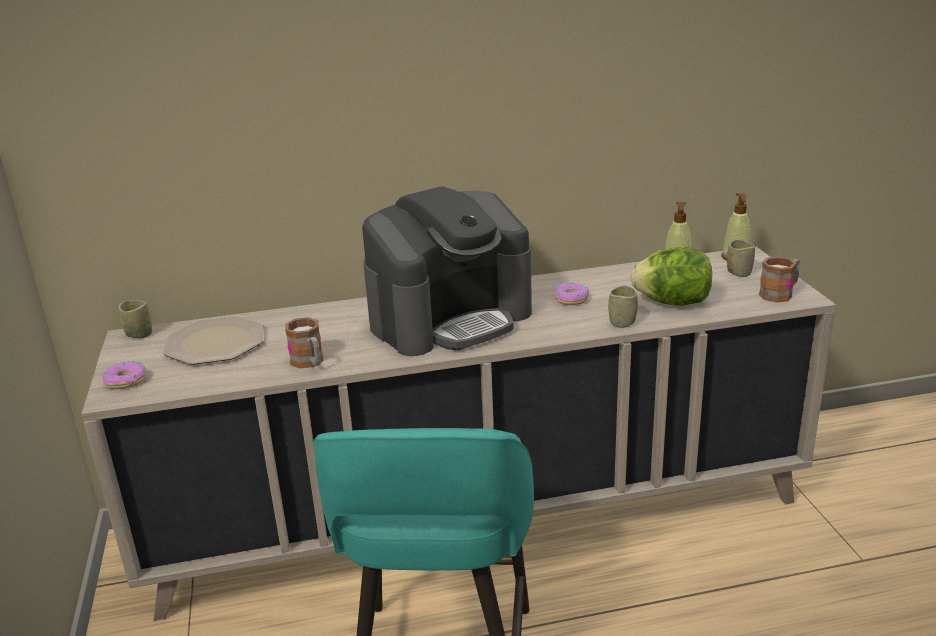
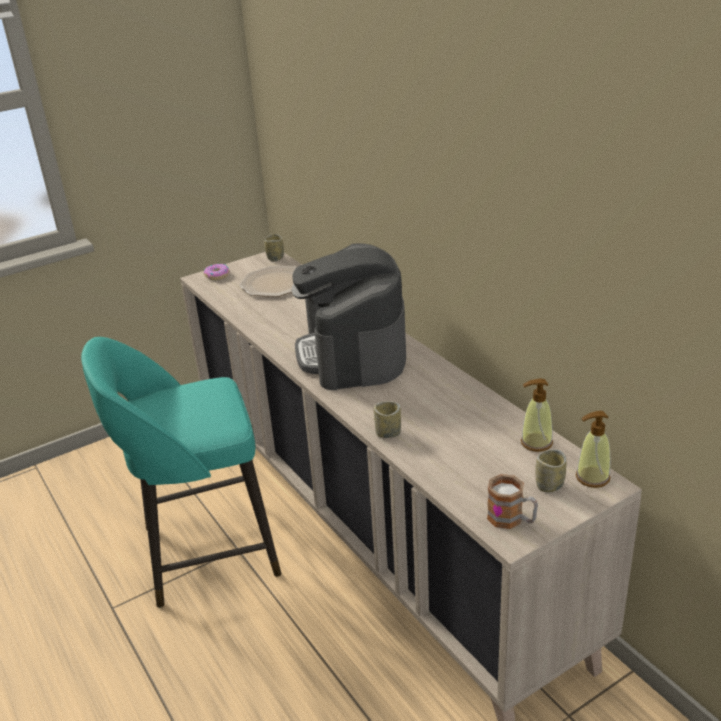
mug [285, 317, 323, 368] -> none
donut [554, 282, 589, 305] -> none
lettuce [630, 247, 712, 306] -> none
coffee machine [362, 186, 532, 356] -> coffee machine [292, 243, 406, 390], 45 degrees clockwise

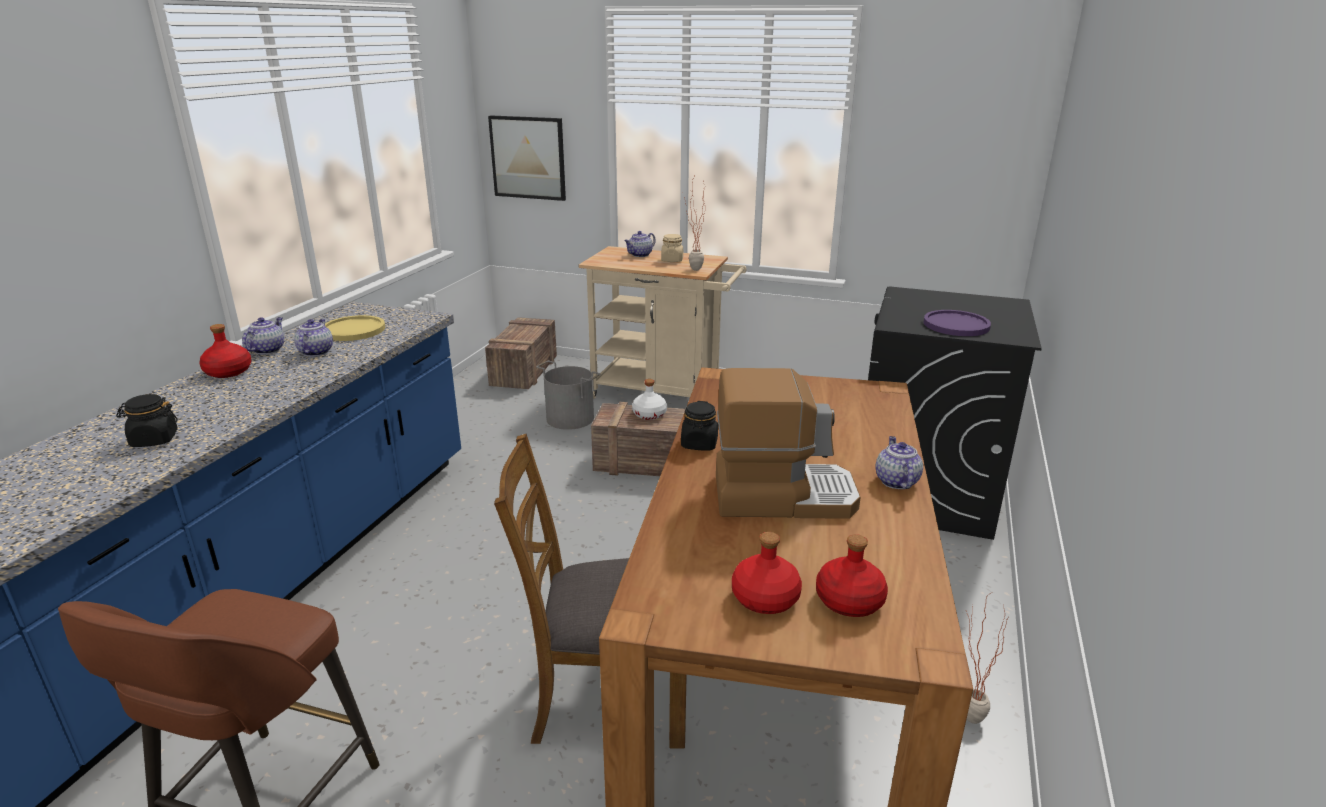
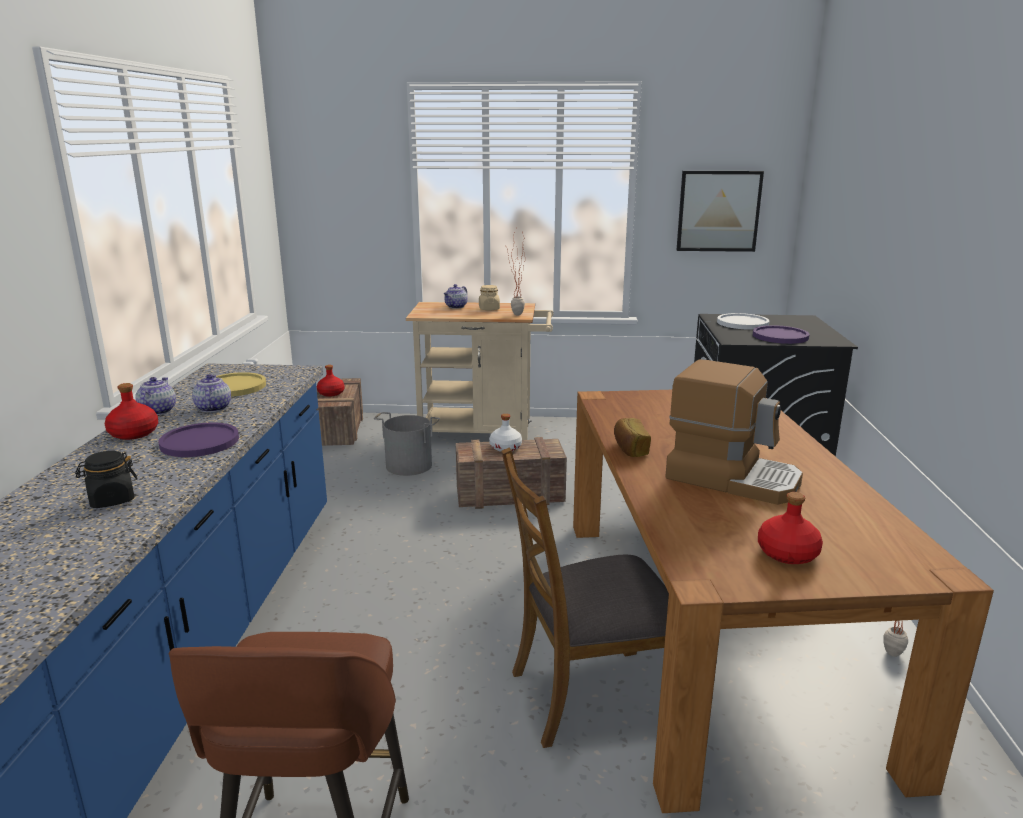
teapot [875, 436, 923, 489] -> none
none -> purple plate [159, 422, 239, 457]
none -> white plate [717, 313, 769, 330]
picture [488, 115, 566, 201] -> picture [677, 171, 764, 252], relocated
red bottle [816, 534, 888, 617] -> red bottle [317, 365, 345, 397], relocated
black jar [681, 401, 718, 450] -> bread [614, 418, 651, 457]
coffee machine [716, 368, 861, 519] -> coffee machine [665, 359, 803, 505], 45 degrees clockwise

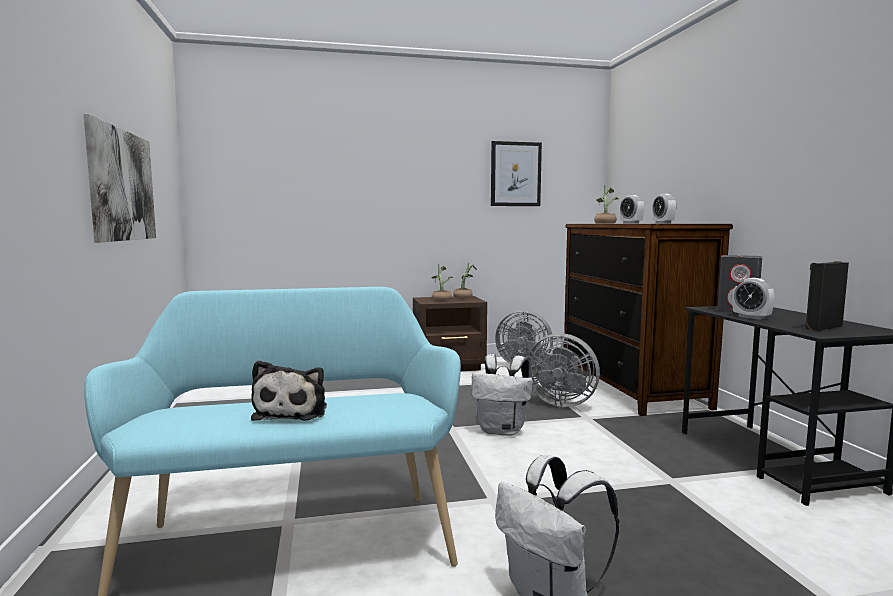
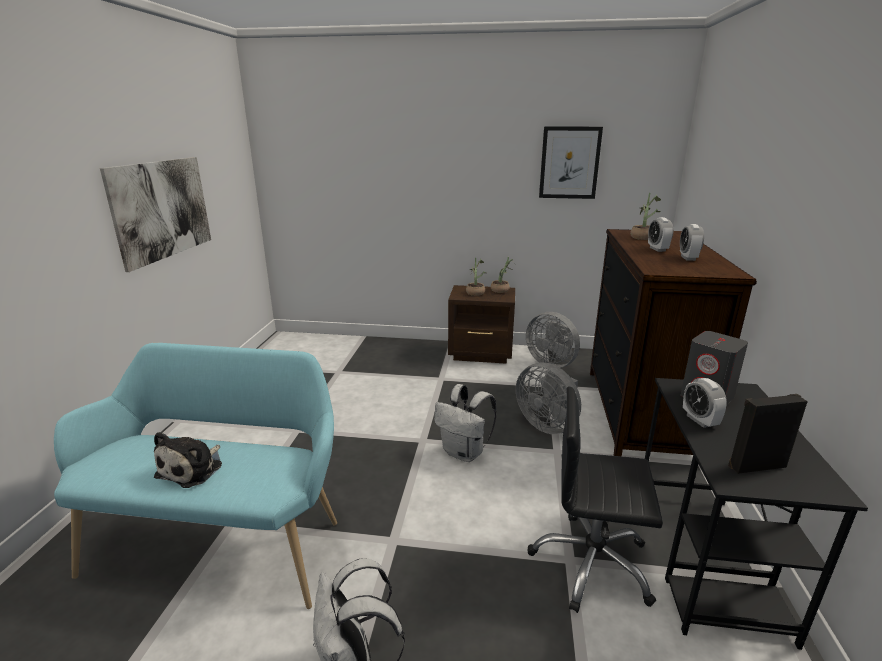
none -> black office chair [527, 386, 663, 613]

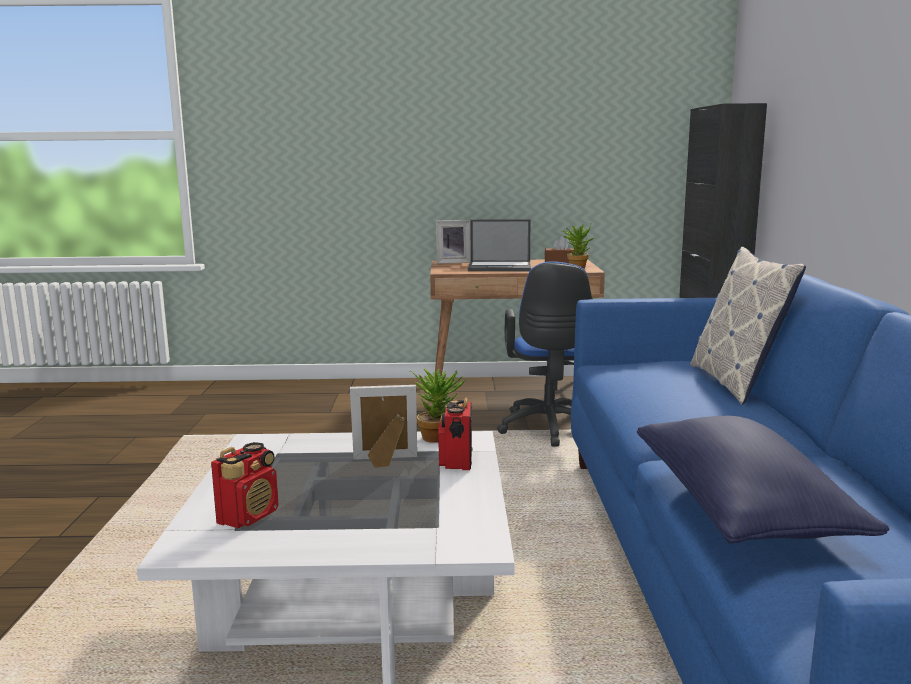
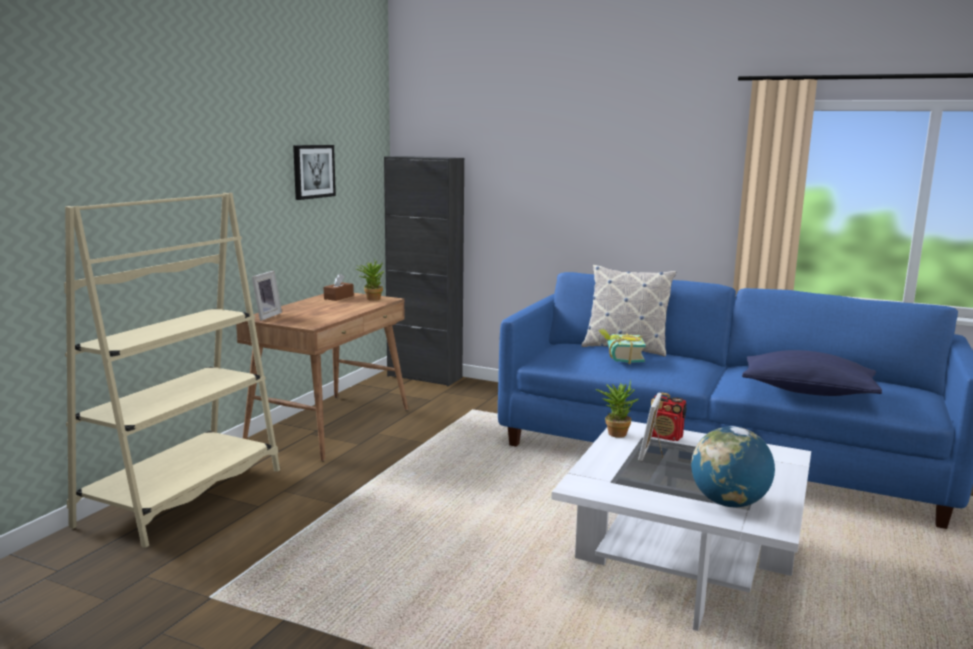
laptop [468, 219, 531, 271] -> none
blue office chair [497, 261, 592, 447] -> none
none -> beige bookcase [64, 193, 280, 548]
none -> picture [293, 145, 336, 200]
none -> book [599, 329, 646, 364]
radio [211, 442, 279, 529] -> globe [691, 426, 775, 507]

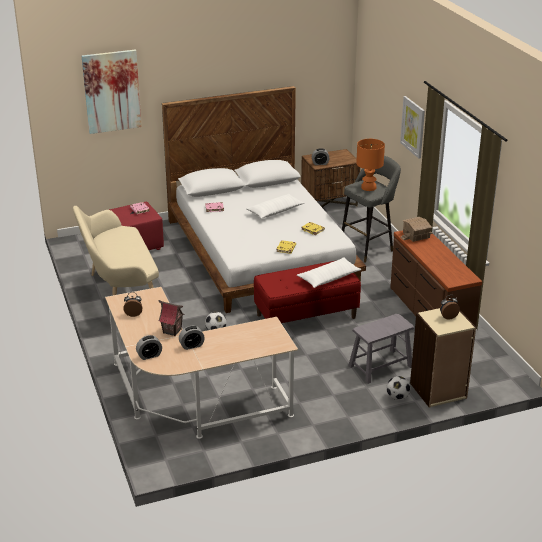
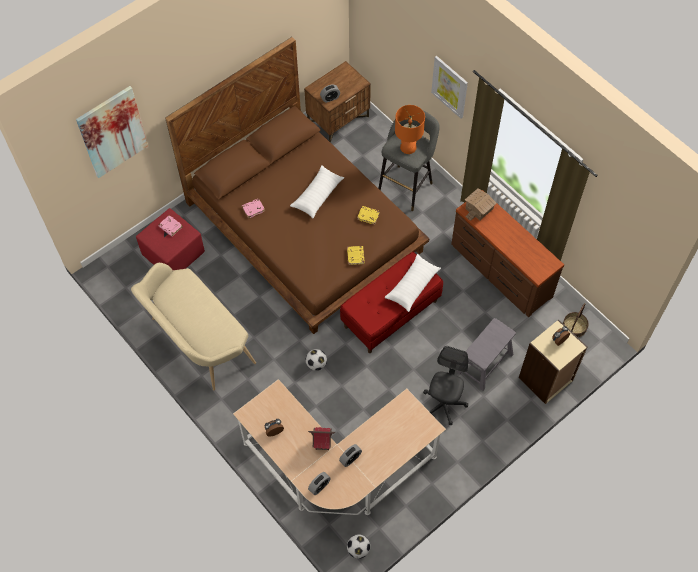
none -> grey office chair [423, 346, 468, 426]
none -> basket [563, 303, 588, 337]
football [387, 376, 410, 400] -> football [347, 534, 370, 559], relocated
white bed [162, 86, 366, 313] -> brown bed [165, 37, 430, 334]

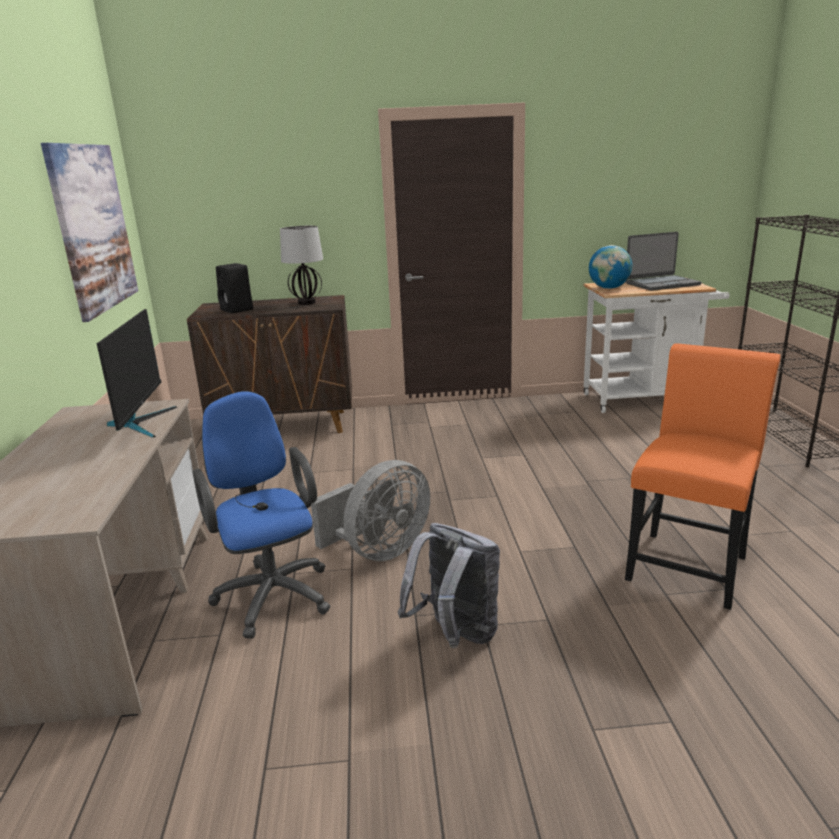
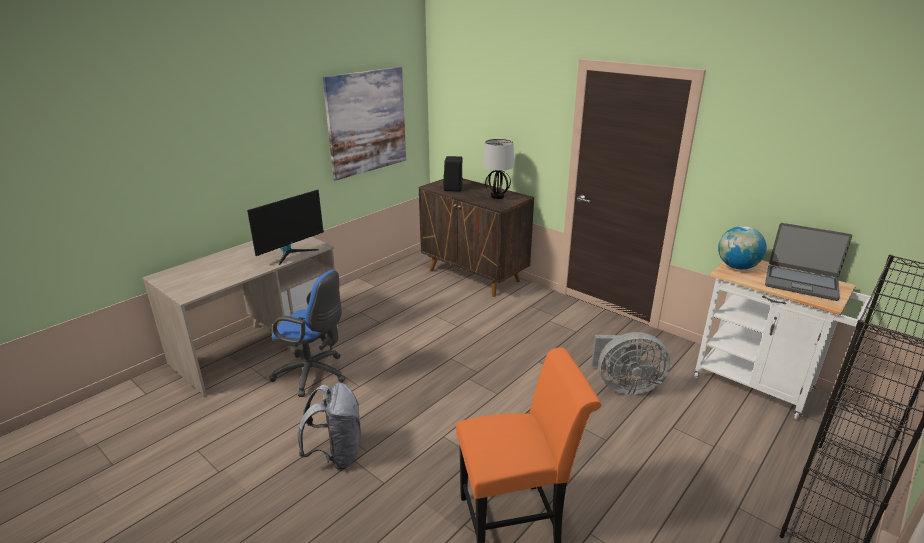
grey fan [311, 460, 430, 561] -> grey fan [591, 332, 671, 395], relocated
blue office chair [193, 391, 331, 639] -> blue office chair [269, 270, 346, 397], 90 degrees clockwise

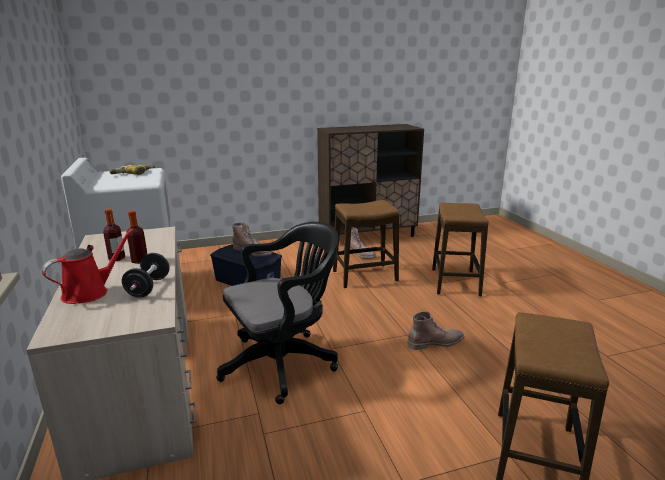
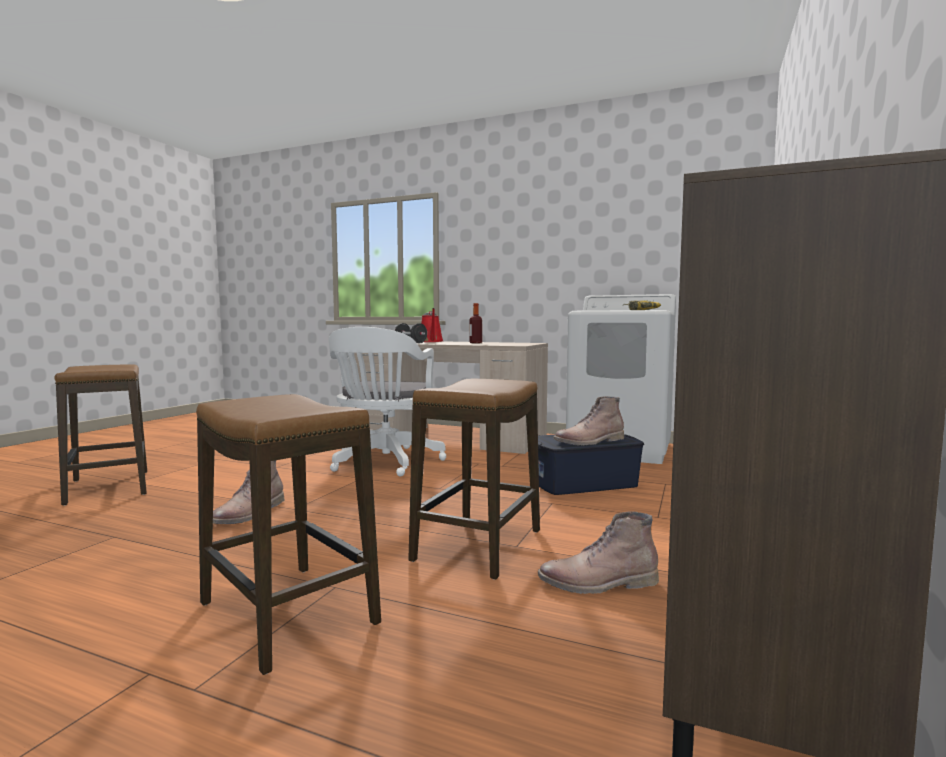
bottle [126, 210, 147, 264] -> none
black office chair [216, 222, 339, 404] -> white office chair [329, 327, 447, 476]

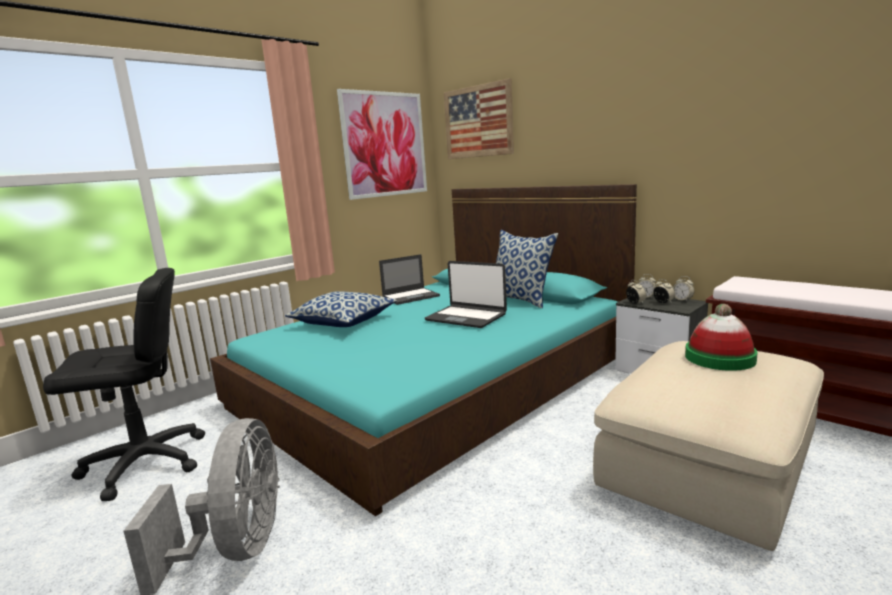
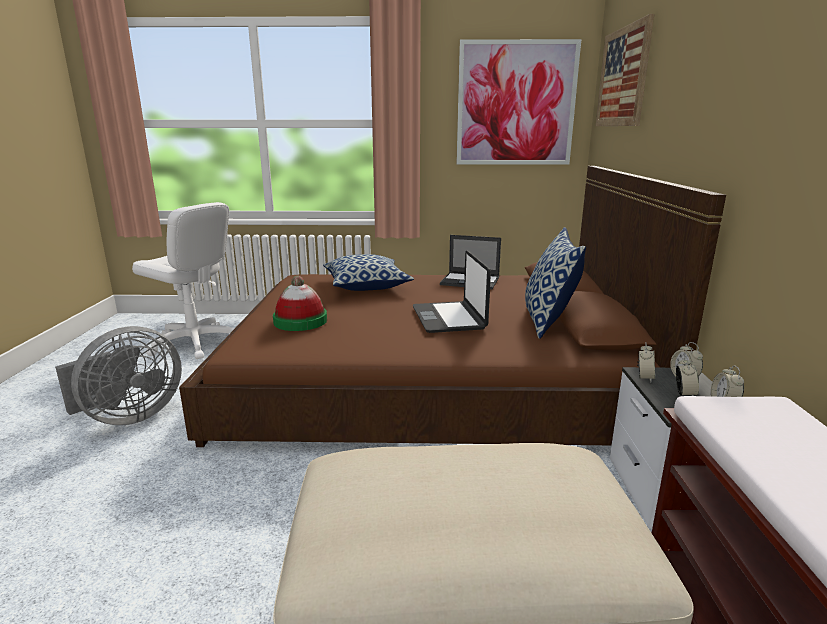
hat [685, 304, 758, 371] -> hat [273, 276, 327, 331], relocated
black office chair [43, 268, 205, 501] -> white office chair [132, 202, 235, 359]
turquoise bed [210, 184, 637, 516] -> brown bed [179, 166, 726, 447]

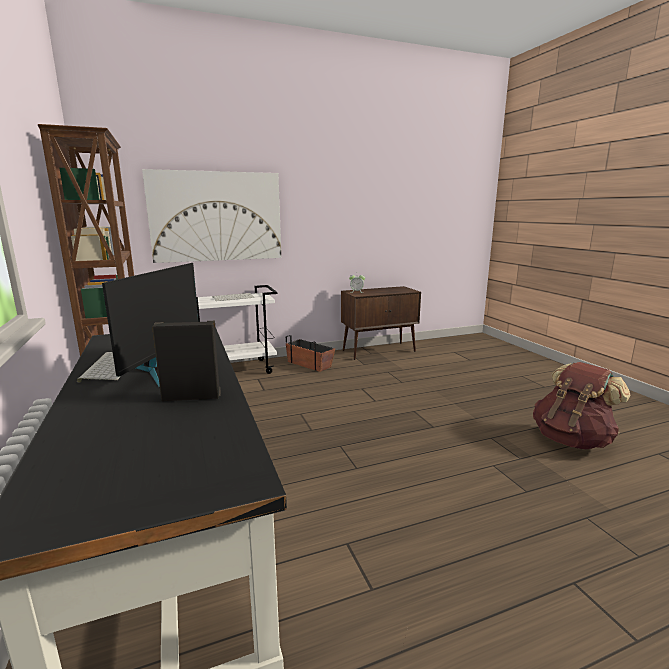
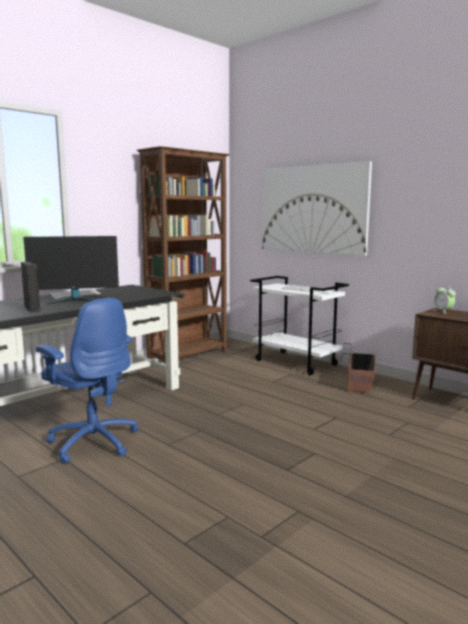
brown backpack [533, 362, 631, 449] -> none
none -> blue office chair [36, 298, 138, 464]

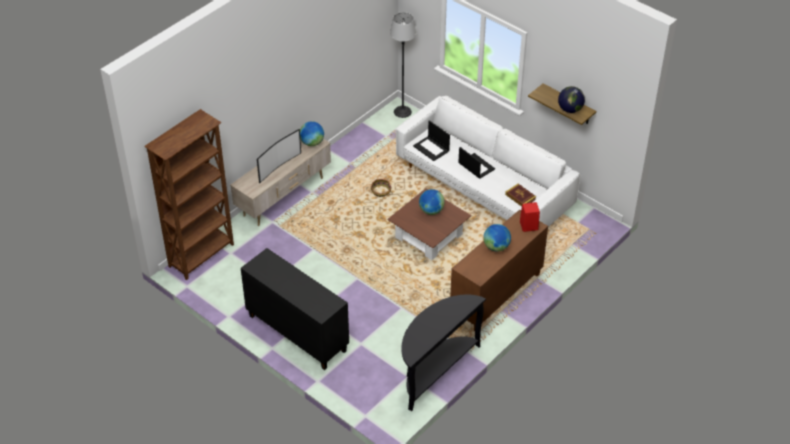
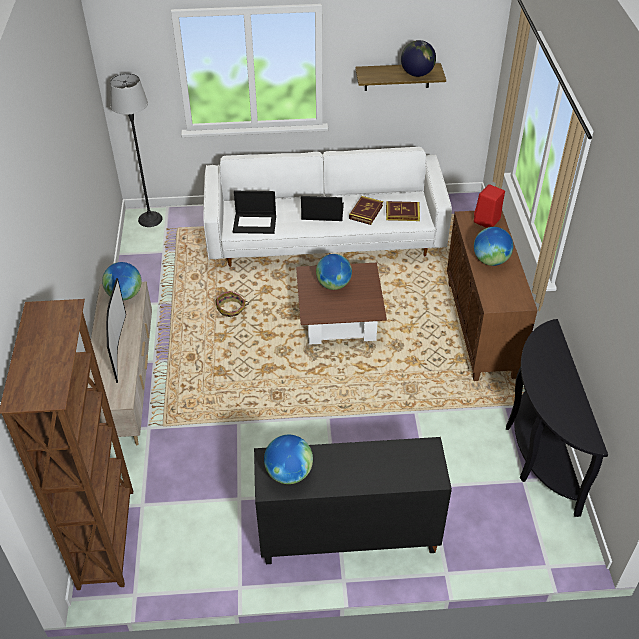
none -> globe [264, 435, 313, 484]
none -> book [349, 196, 383, 225]

